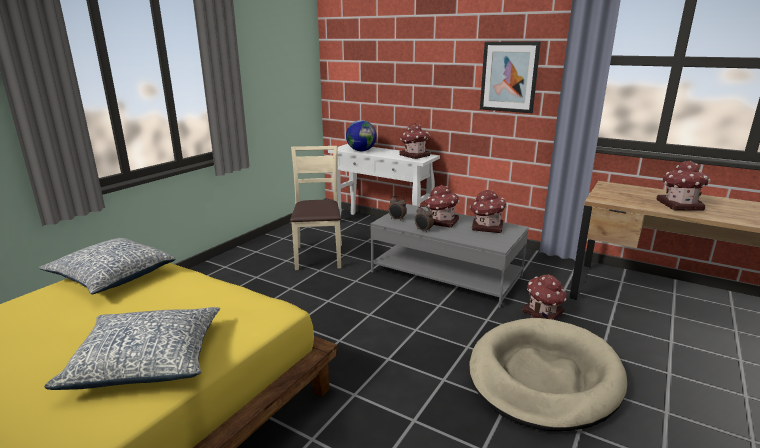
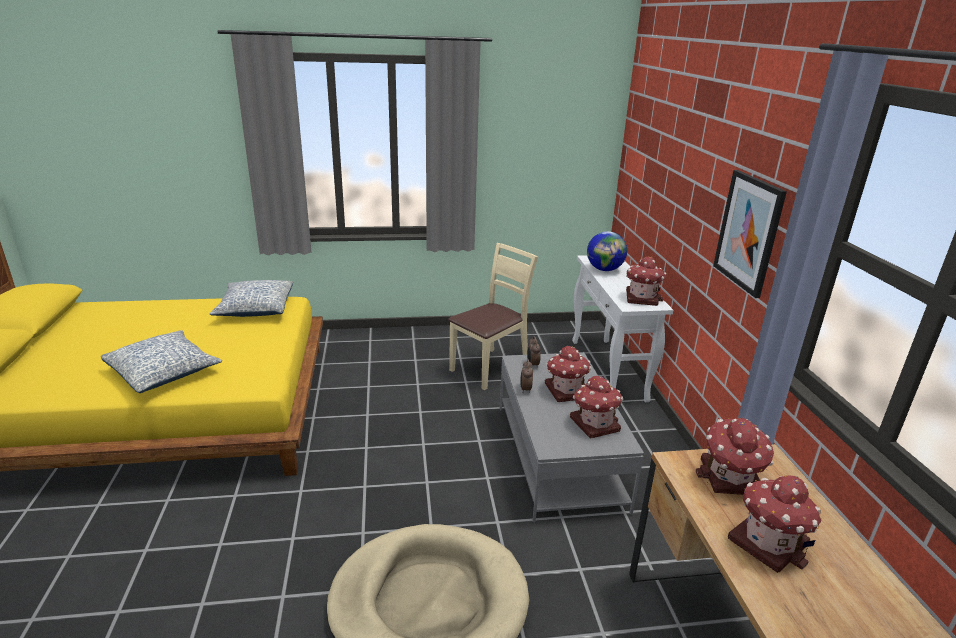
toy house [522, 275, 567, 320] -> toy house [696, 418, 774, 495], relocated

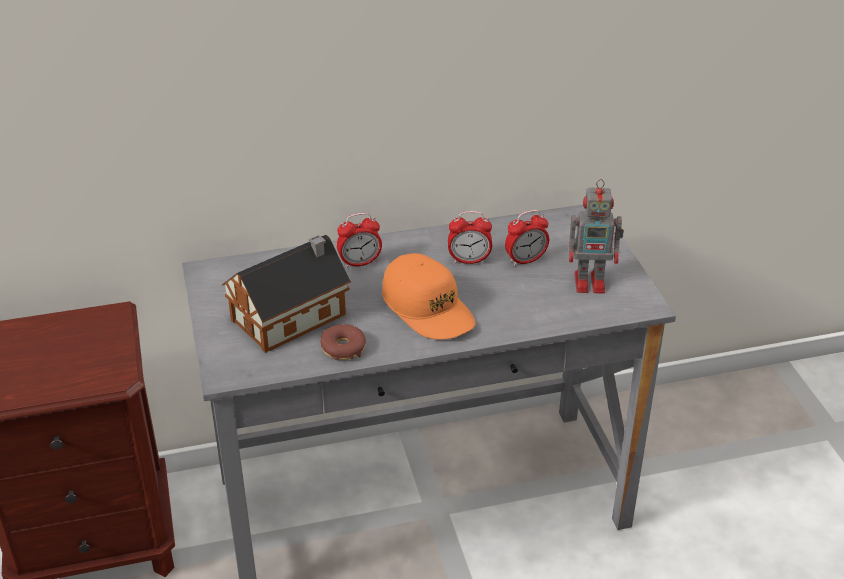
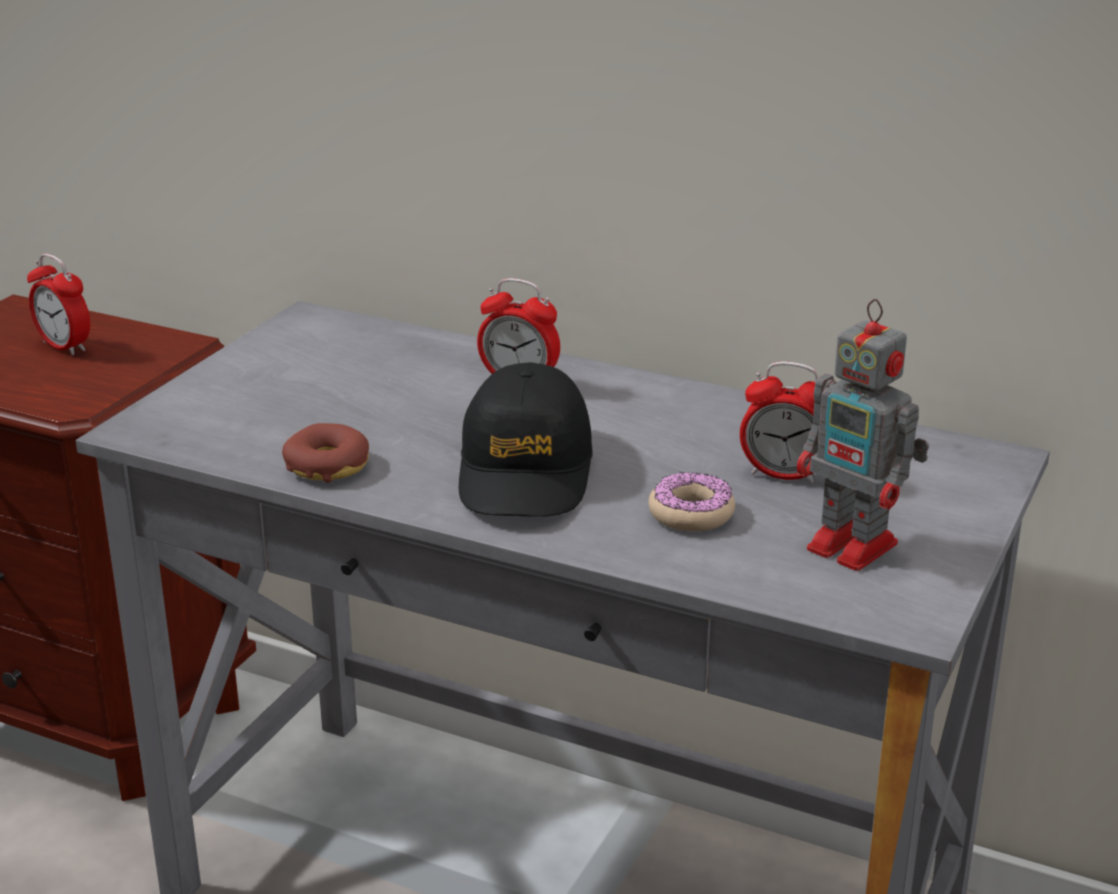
toy house [222, 235, 351, 353] -> none
none -> donut [648, 472, 735, 532]
alarm clock [448, 211, 492, 264] -> alarm clock [27, 254, 90, 355], relocated
orange cap [382, 253, 476, 340] -> black cap [459, 362, 593, 517]

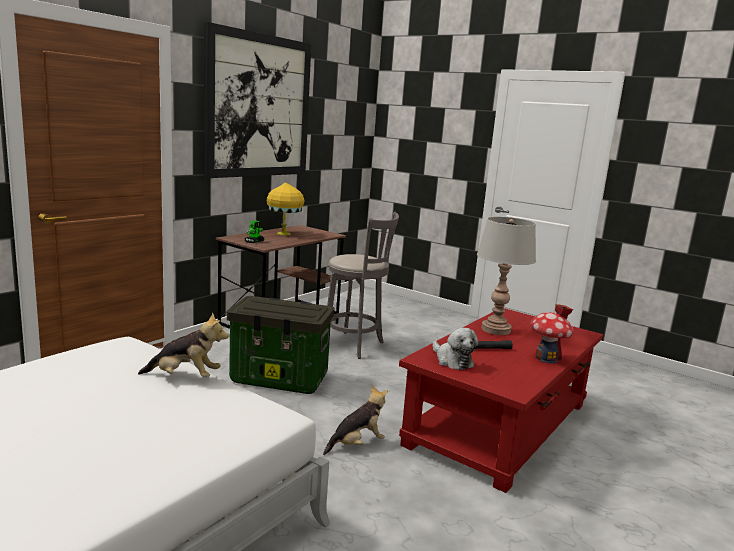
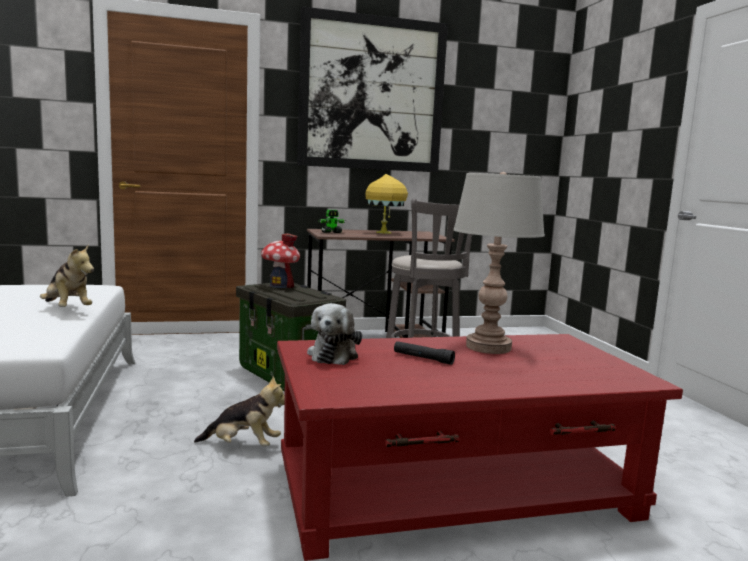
toy house [531, 304, 574, 364] -> toy house [261, 233, 300, 288], relocated

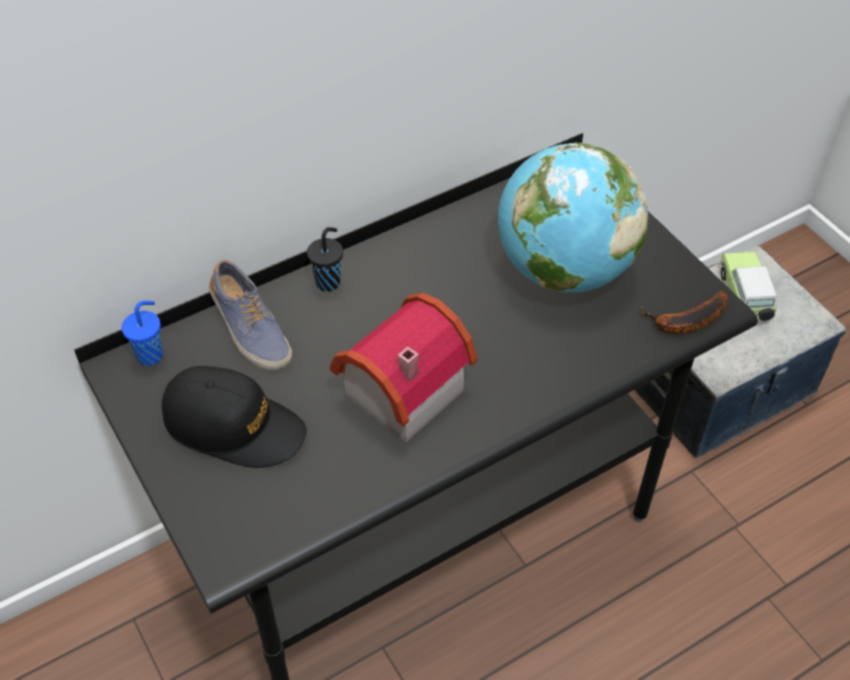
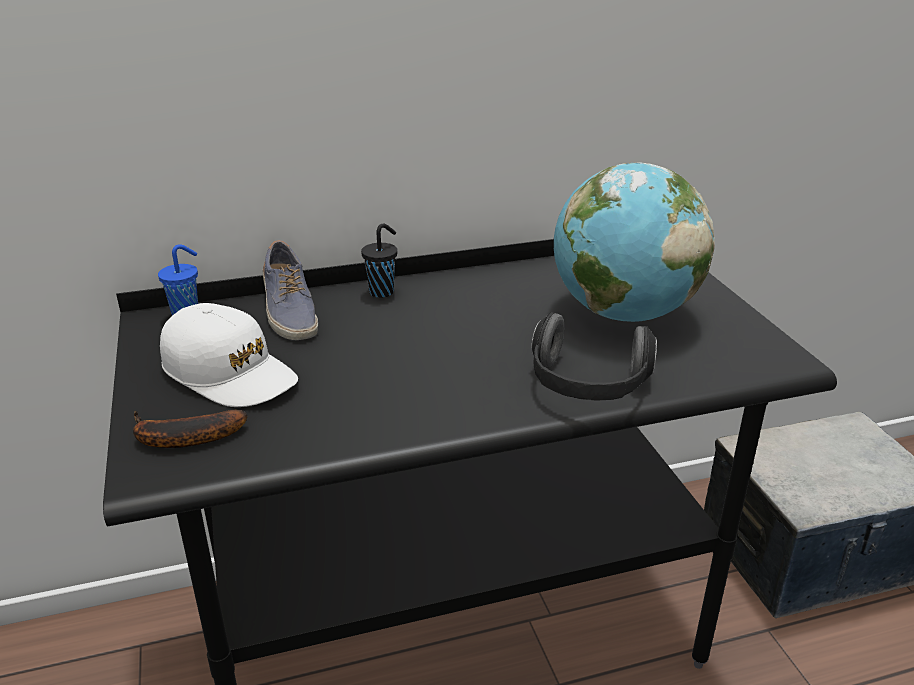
toy house [330, 292, 477, 443] -> none
toy car [721, 252, 777, 321] -> none
none -> headphones [531, 312, 657, 401]
banana [641, 290, 728, 334] -> banana [133, 410, 247, 448], relocated
black cap [162, 366, 307, 468] -> white cap [160, 303, 298, 407]

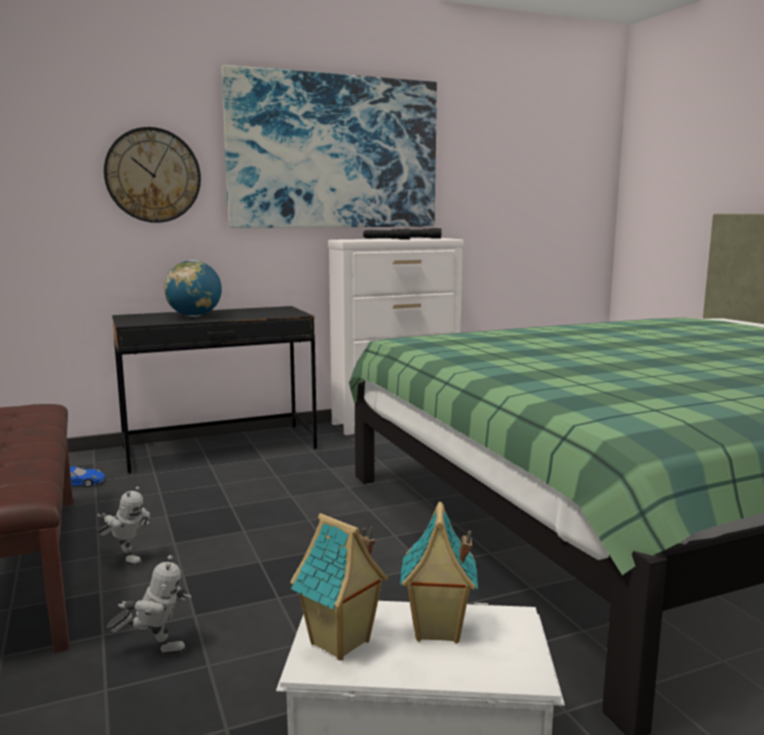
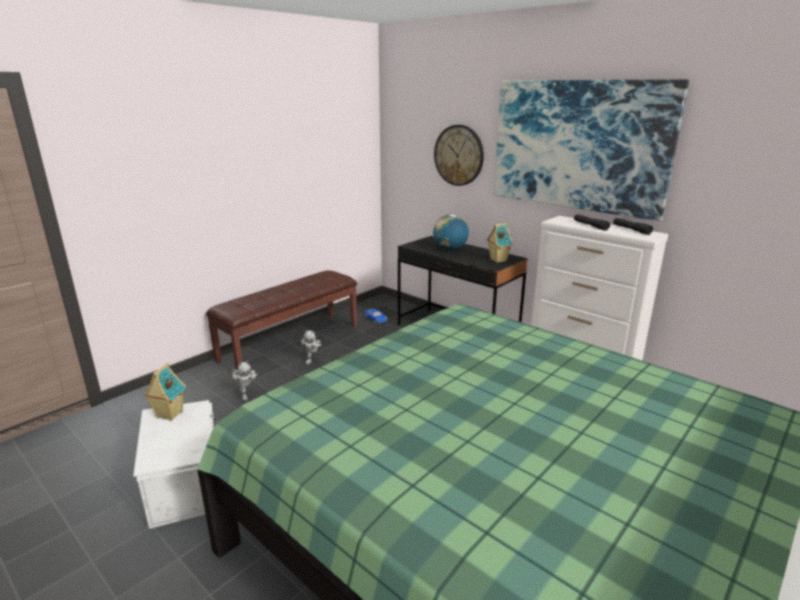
toy house [400, 502, 478, 643] -> toy house [487, 223, 513, 263], relocated

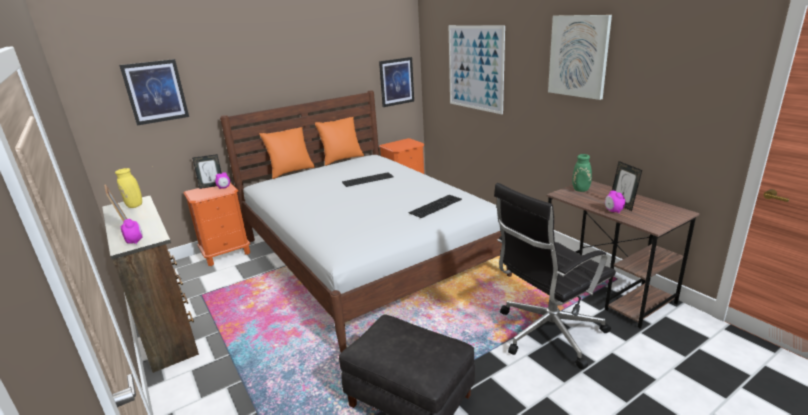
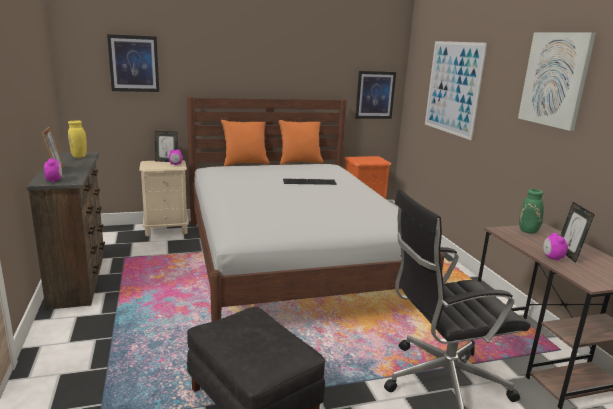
keyboard [409, 195, 462, 218] -> none
orange nightstand [183, 183, 250, 266] -> beige nightstand [139, 160, 189, 236]

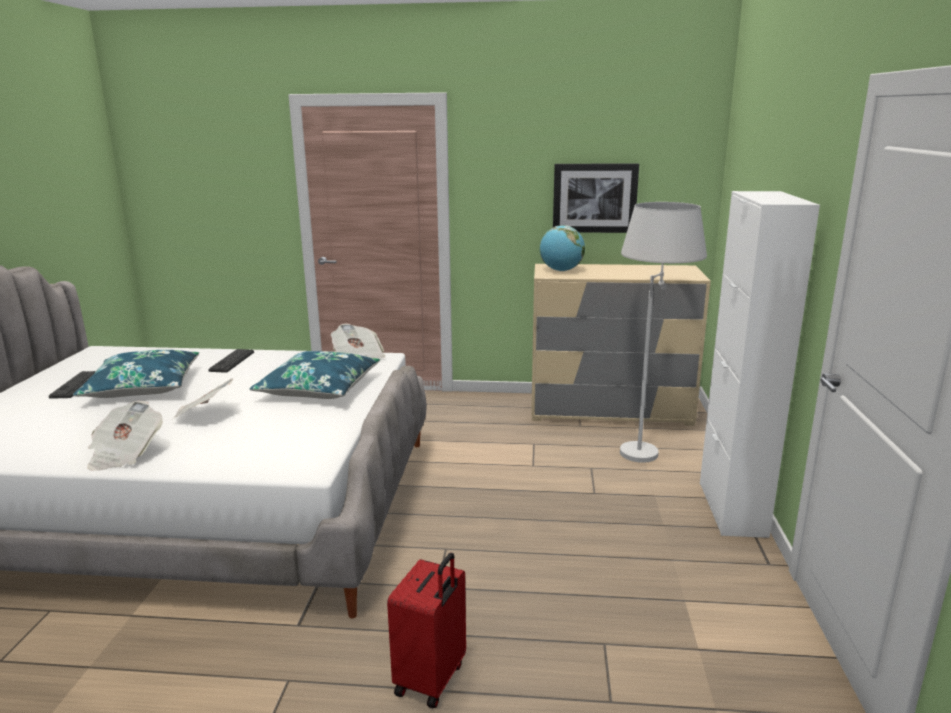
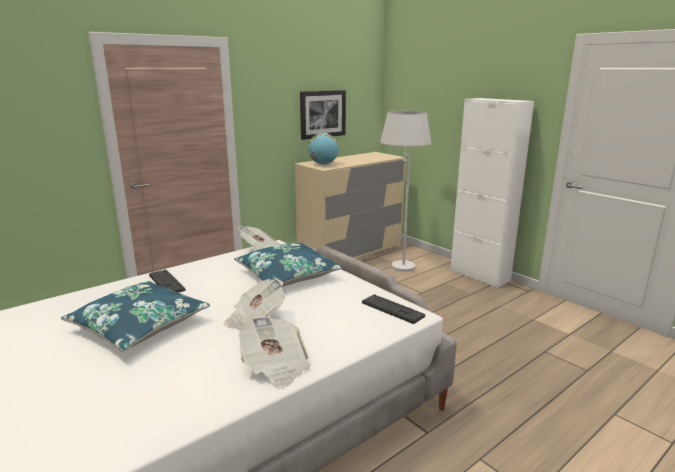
red suitcase [387, 553, 466, 708] -> none
keyboard [49, 371, 96, 399] -> keyboard [362, 294, 425, 324], relocated

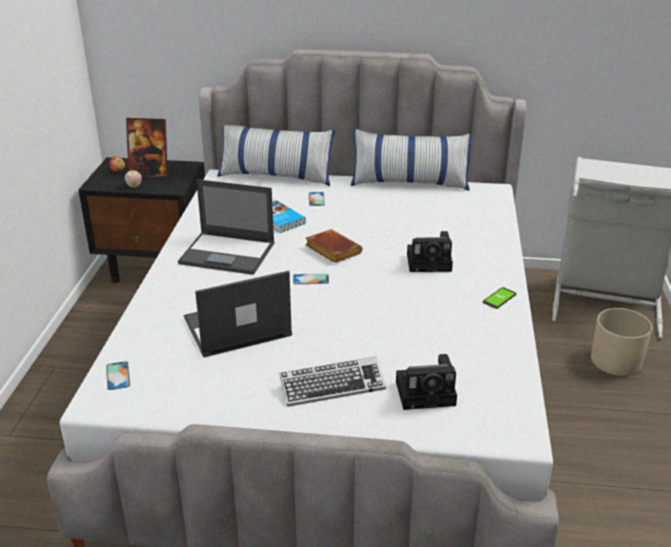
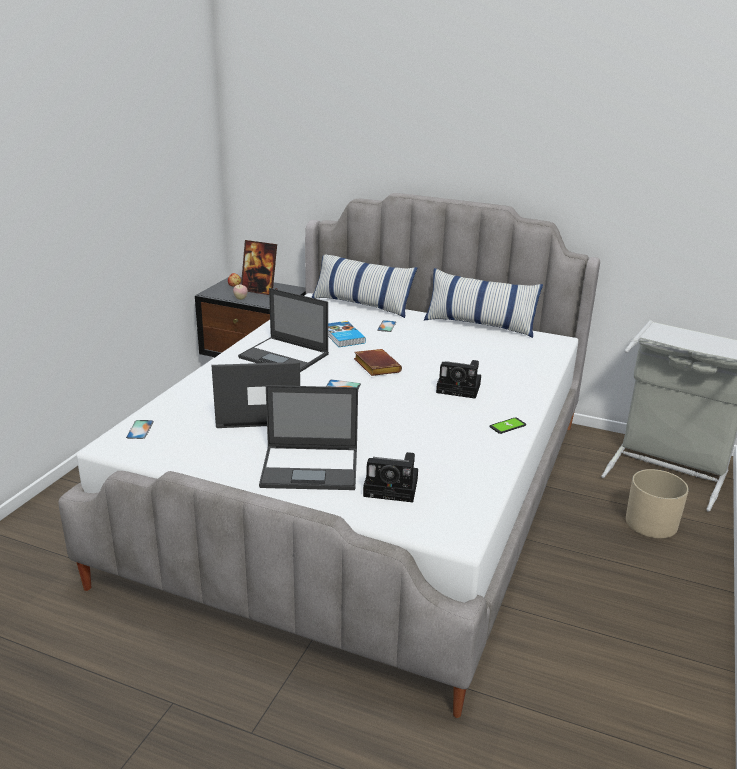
keyboard [279, 356, 386, 407] -> laptop [259, 385, 358, 490]

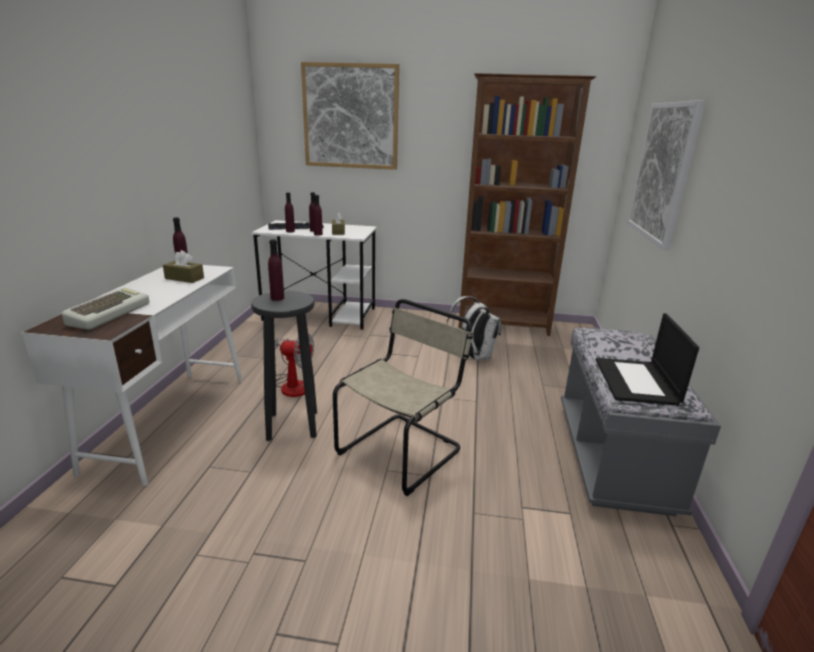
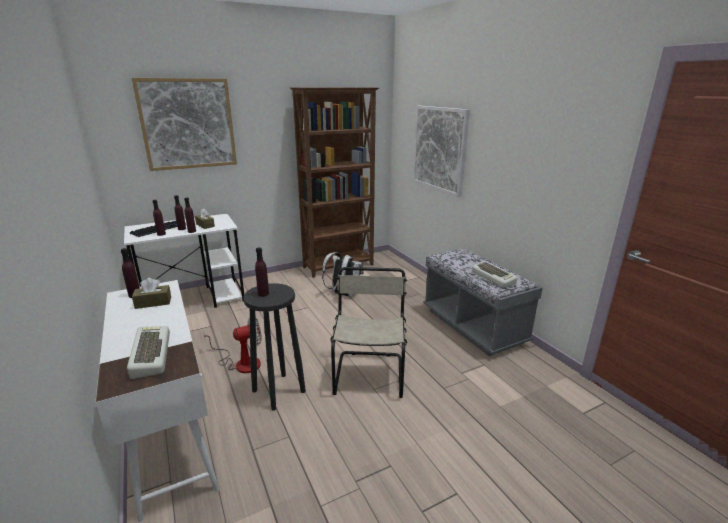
laptop [596, 313, 699, 406] -> keyboard [472, 261, 517, 288]

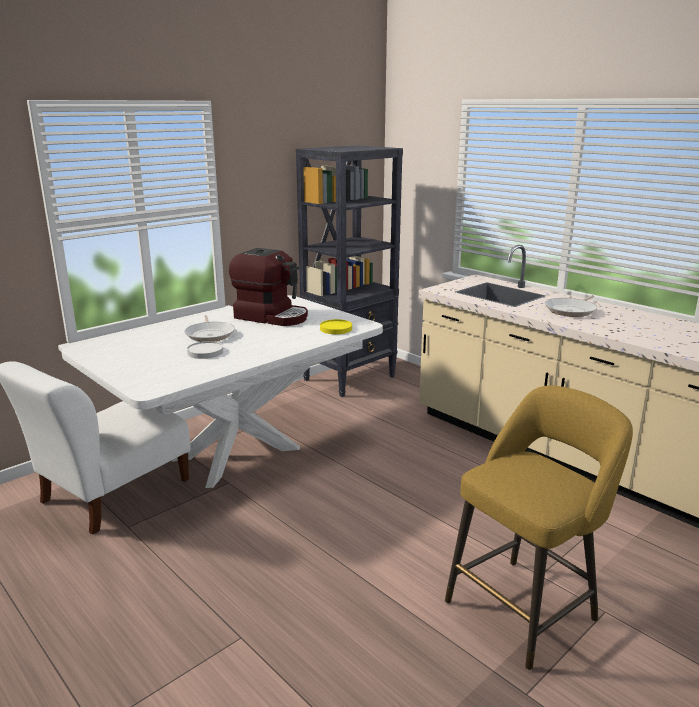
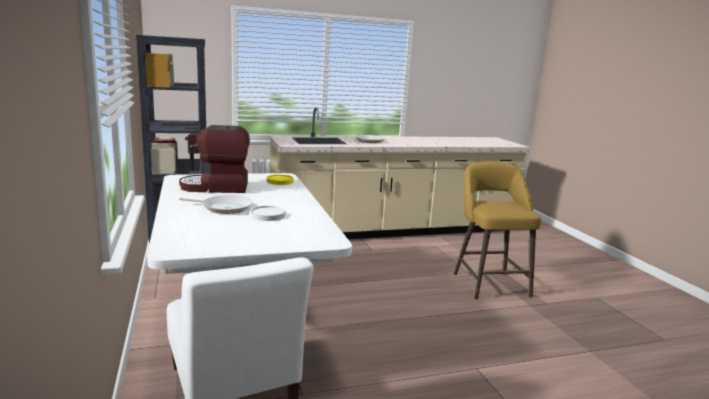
coffee machine [229, 248, 308, 326] -> coffee machine [179, 125, 250, 193], 150 degrees counterclockwise

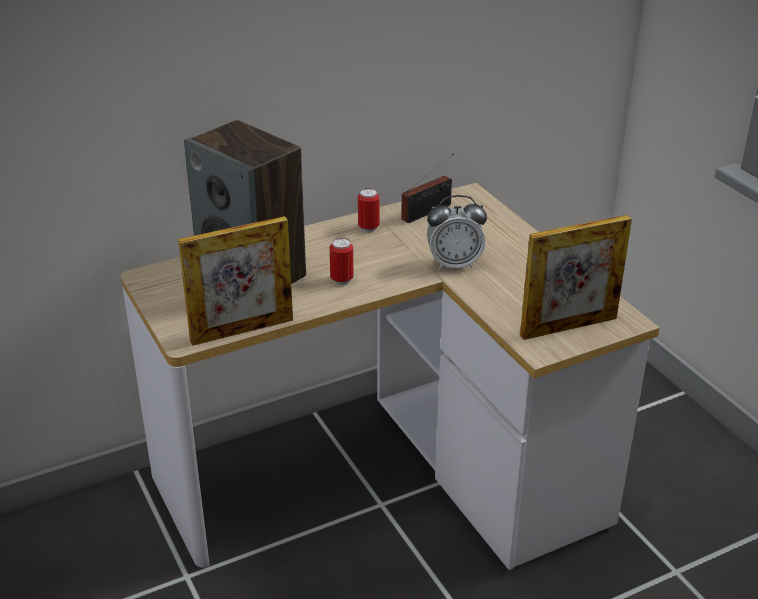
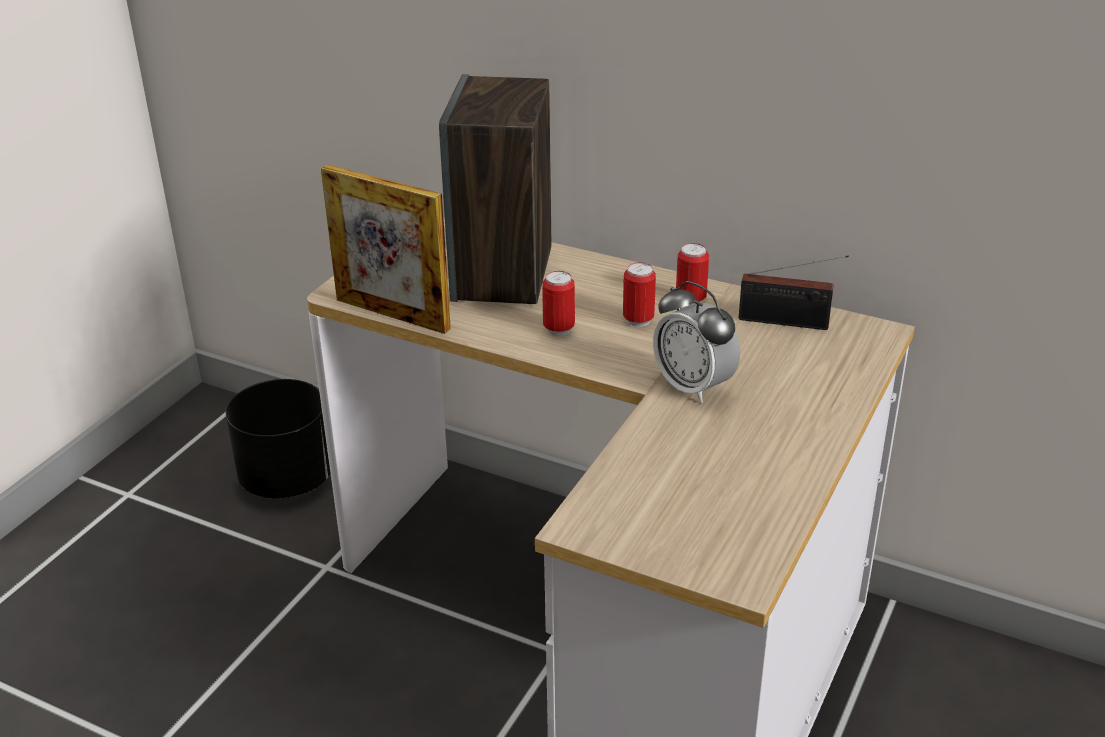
picture frame [520, 215, 632, 340] -> none
none -> black planter [226, 379, 331, 499]
none -> can [623, 262, 656, 327]

